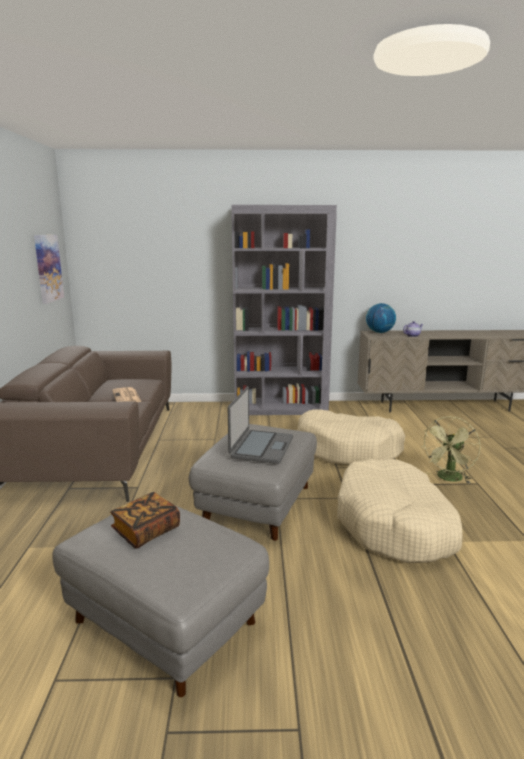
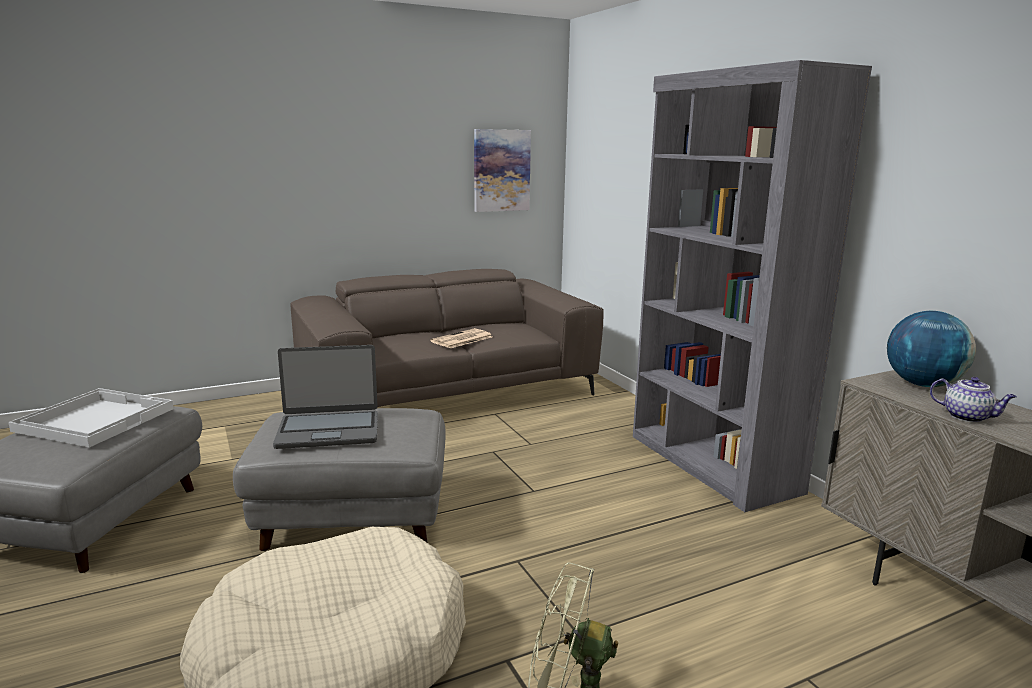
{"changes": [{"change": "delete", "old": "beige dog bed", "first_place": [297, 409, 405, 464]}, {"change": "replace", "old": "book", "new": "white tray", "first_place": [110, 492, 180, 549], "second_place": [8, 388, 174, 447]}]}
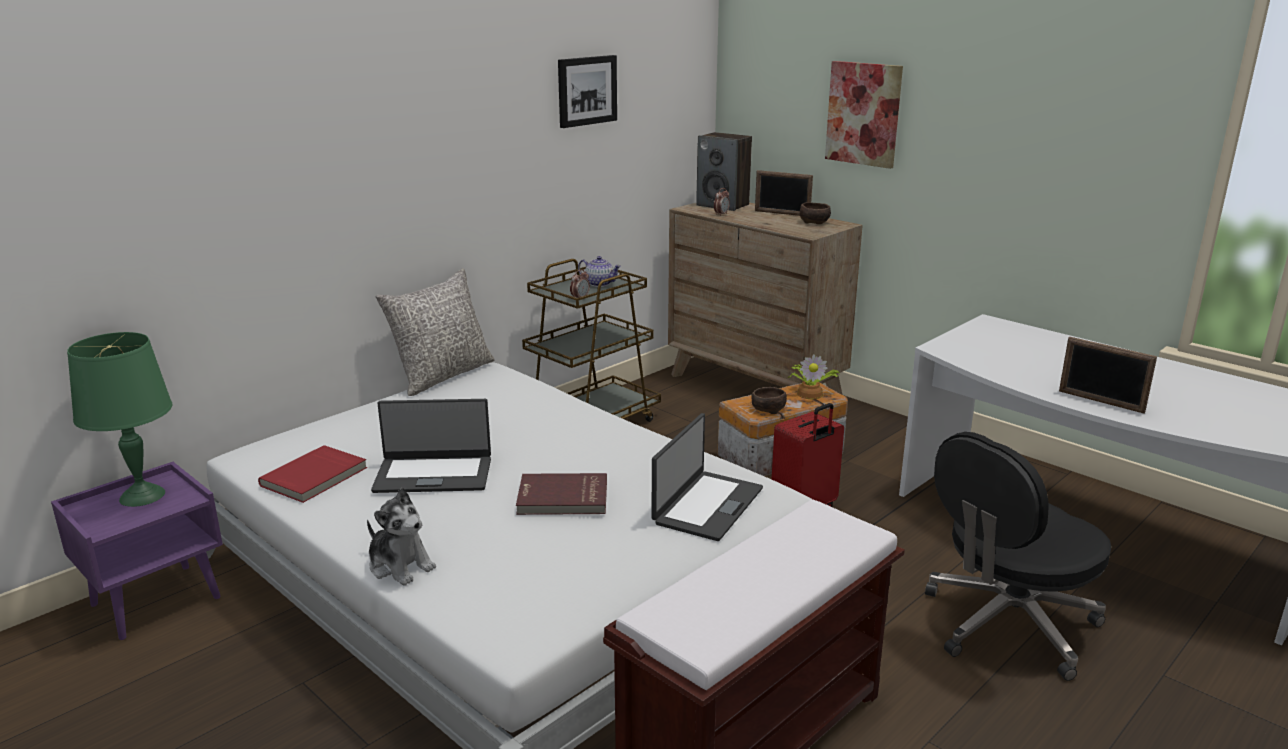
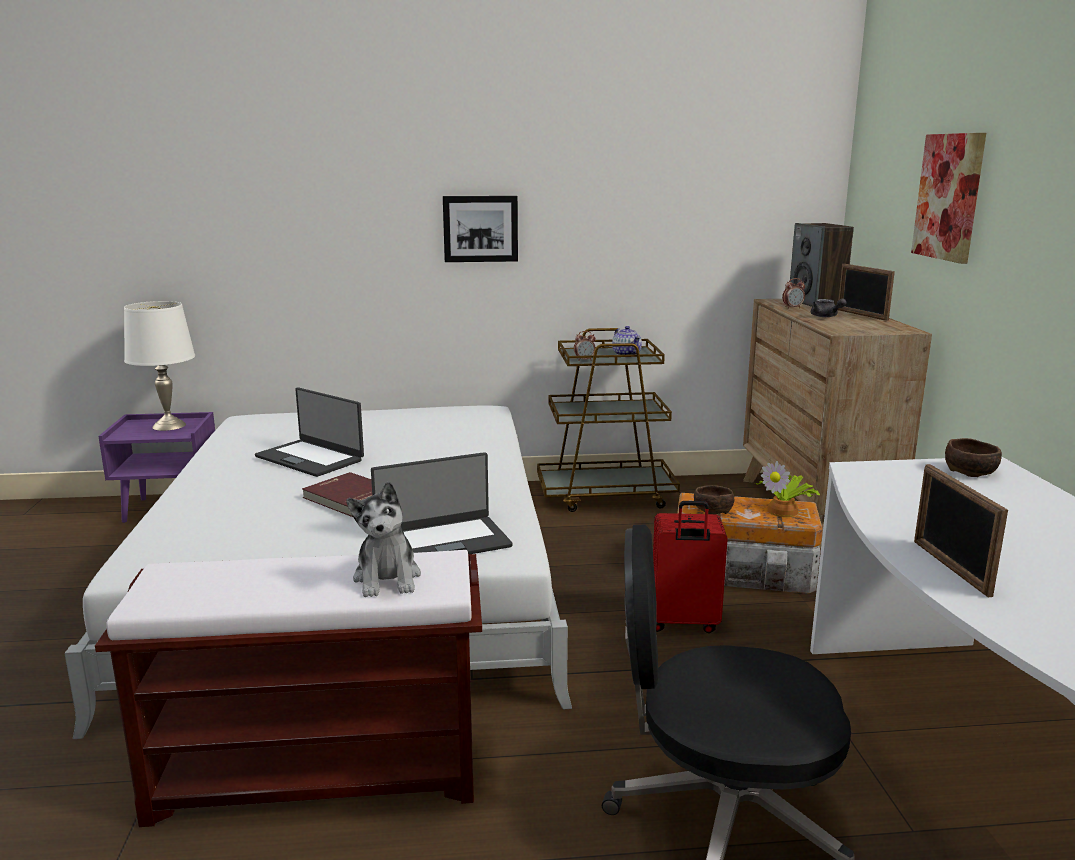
{"changes": [{"change": "move", "old": "picture", "first_place": [558, 55, 617, 128], "second_place": [443, 196, 518, 262]}, {"change": "move", "old": "brown bowl", "first_place": [800, 202, 831, 224], "second_place": [945, 438, 1002, 477]}, {"change": "delete", "old": "grey pillow", "first_place": [376, 268, 495, 396]}, {"change": "recolor", "old": "green table lamp", "new": "white table lamp", "first_place": [67, 332, 172, 507], "second_place": [124, 301, 195, 431]}, {"change": "delete", "old": "red book", "first_place": [258, 445, 367, 503]}, {"change": "move", "old": "plush toy", "first_place": [367, 487, 436, 586], "second_place": [346, 482, 421, 597]}, {"change": "insert", "new": "grey teapot", "second_place": [811, 299, 847, 317]}]}
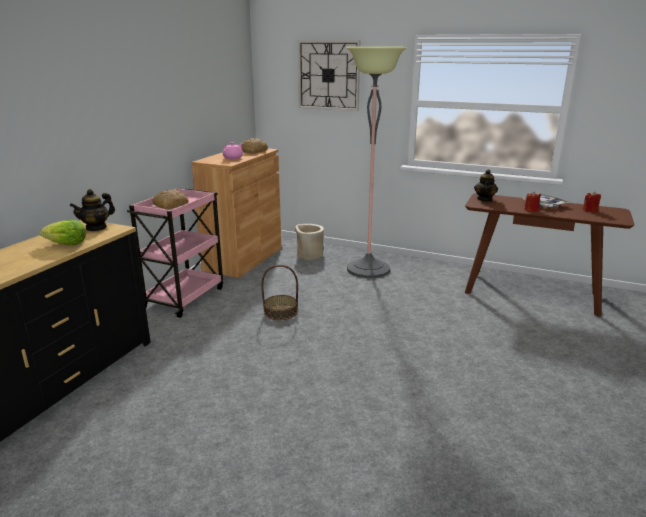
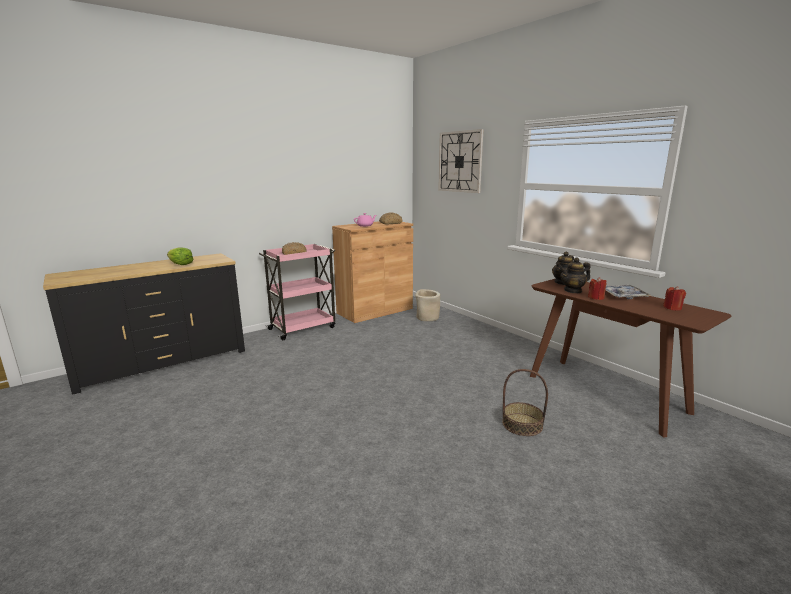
{"changes": [{"change": "delete", "old": "floor lamp", "first_place": [347, 47, 407, 278]}, {"change": "move", "old": "teapot", "first_place": [70, 189, 115, 231], "second_place": [560, 258, 591, 293]}, {"change": "move", "old": "basket", "first_place": [261, 265, 298, 320], "second_place": [502, 369, 548, 436]}]}
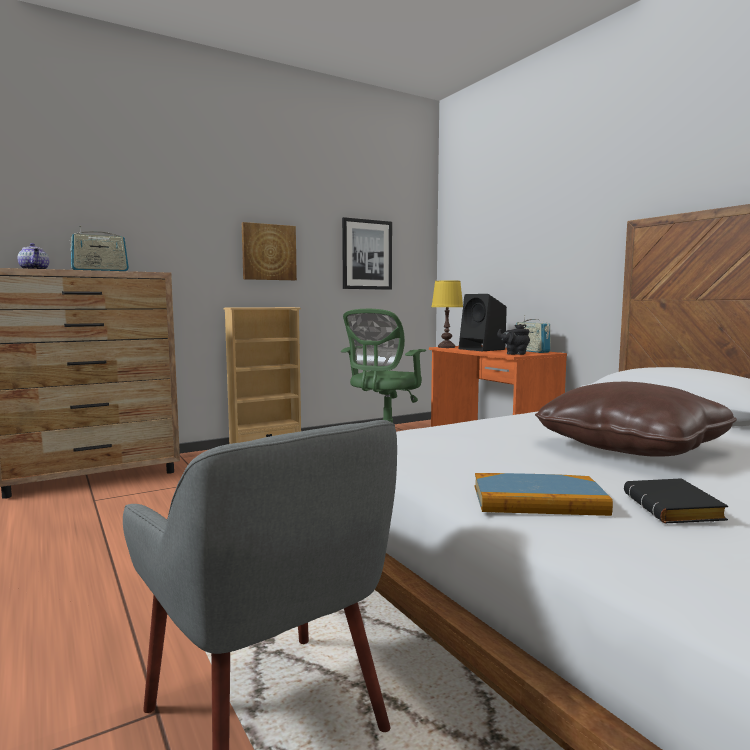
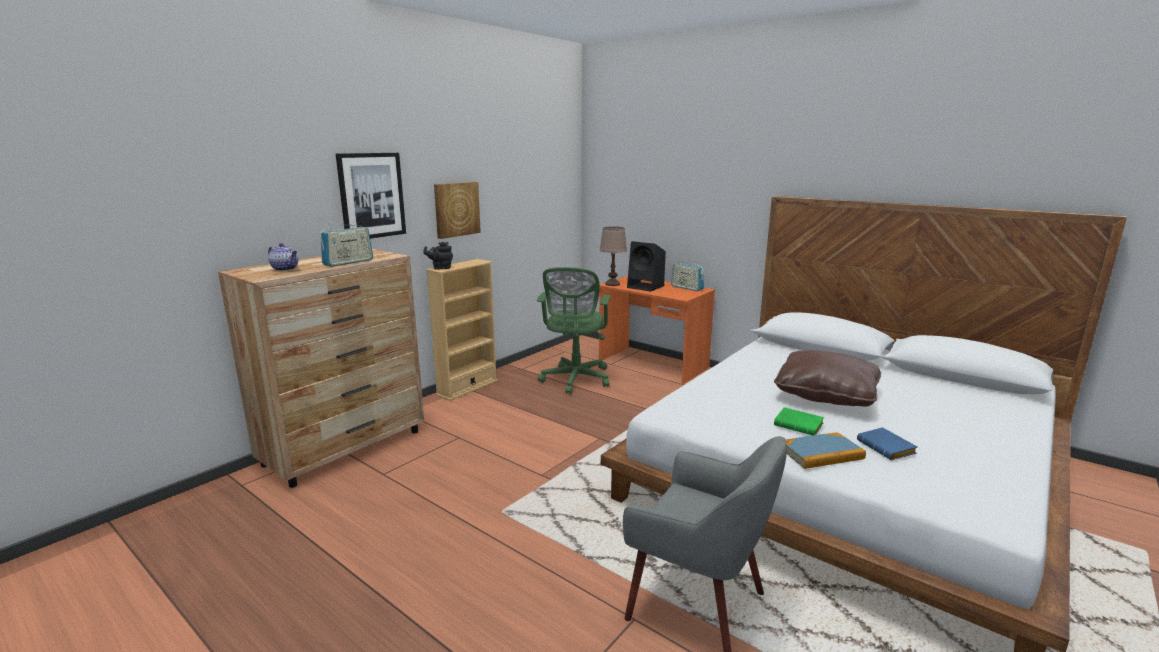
{"changes": [{"change": "move", "old": "picture", "first_place": [342, 217, 392, 290], "second_place": [336, 153, 406, 239]}, {"change": "recolor", "old": "yellow table lamp", "new": "brown table lamp", "first_place": [431, 280, 463, 348], "second_place": [600, 227, 627, 286]}, {"change": "move", "old": "black teapot", "first_place": [497, 324, 530, 355], "second_place": [423, 242, 453, 270]}, {"change": "recolor", "old": "black book", "new": "blue book", "first_place": [624, 478, 728, 523], "second_place": [857, 427, 917, 460]}, {"change": "insert", "new": "green book", "second_place": [774, 407, 824, 435]}]}
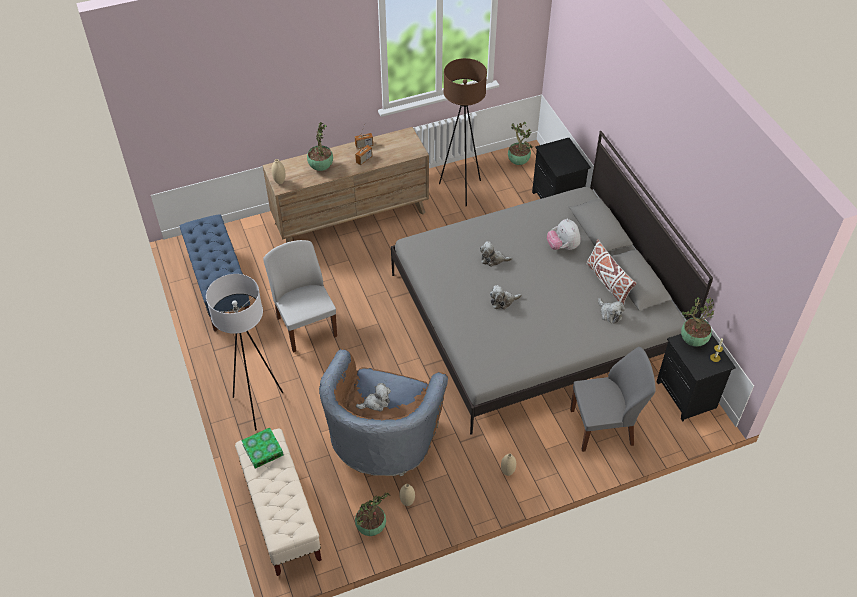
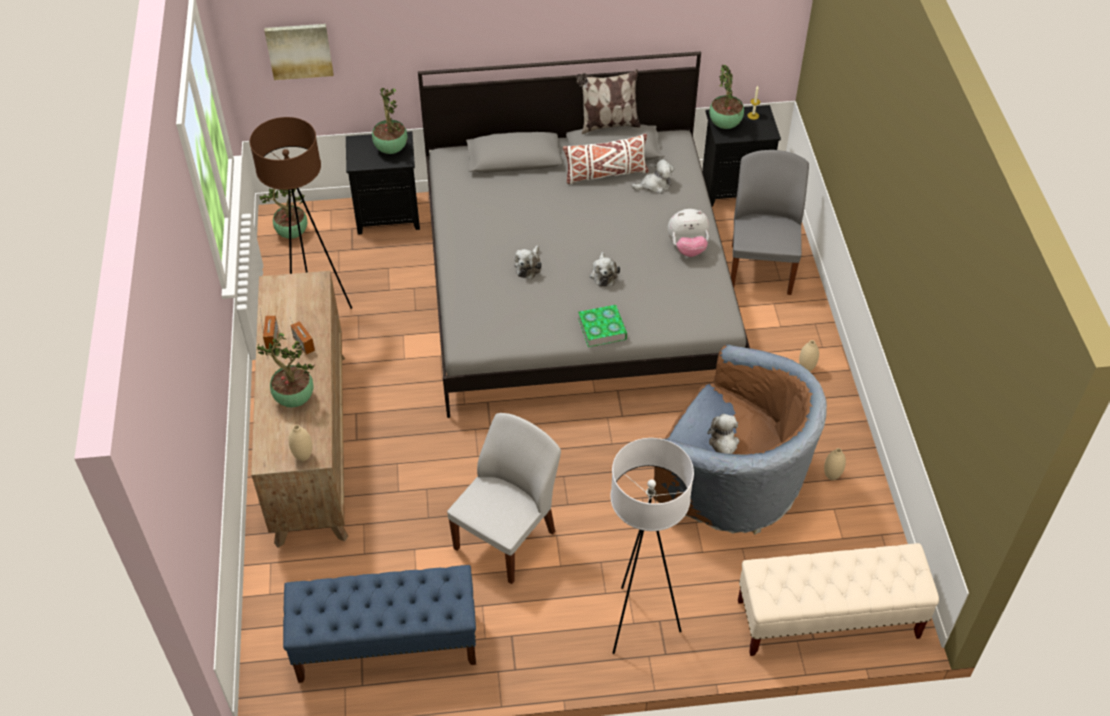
{"changes": [{"change": "move", "old": "plush toy", "first_place": [547, 219, 581, 250], "second_place": [668, 209, 709, 257]}, {"change": "rotate", "old": "white chair", "first_place": [263, 240, 337, 353], "second_place": [447, 413, 561, 584], "degrees": 135}, {"change": "move", "old": "book", "first_place": [241, 428, 284, 468], "second_place": [578, 305, 627, 347]}, {"change": "move", "old": "potted plant", "first_place": [355, 492, 390, 536], "second_place": [372, 88, 407, 154]}, {"change": "insert", "new": "picture", "second_place": [264, 24, 333, 80]}, {"change": "insert", "new": "pillow", "second_place": [576, 69, 641, 134]}]}
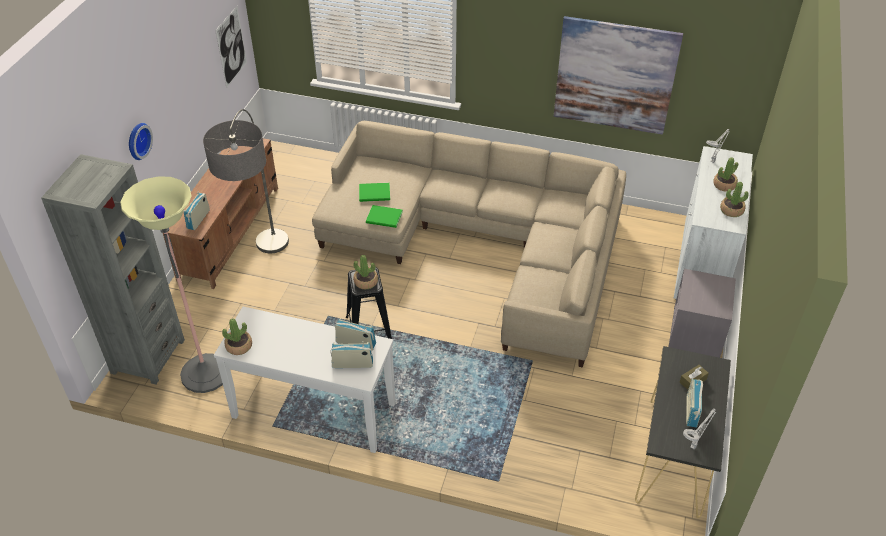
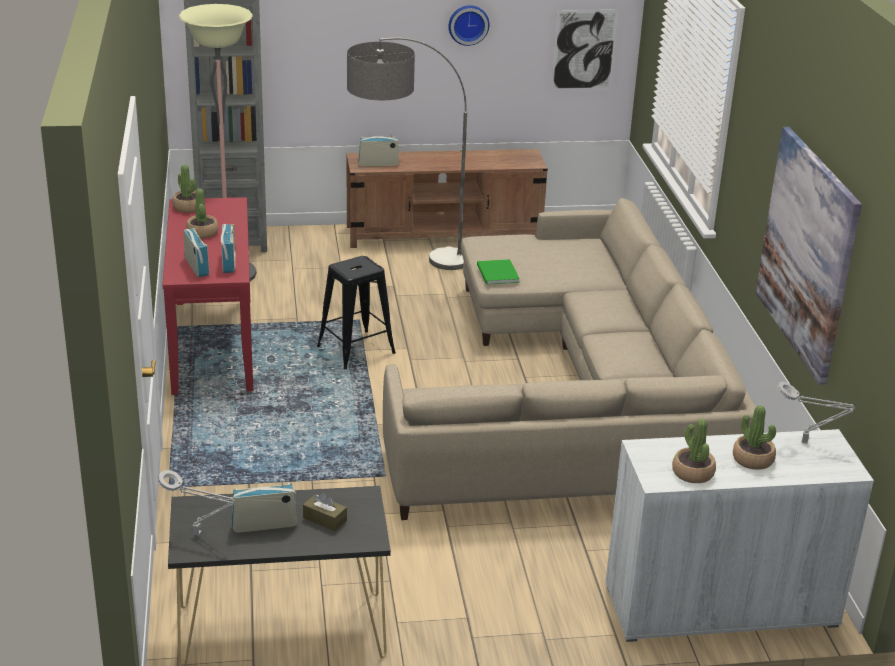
{"changes": [{"change": "move", "old": "wall clock", "first_place": [129, 123, 153, 160], "second_place": [448, 5, 489, 46]}, {"change": "delete", "old": "green book", "first_place": [359, 183, 390, 202]}, {"change": "move", "old": "potted plant", "first_place": [353, 255, 378, 289], "second_place": [186, 188, 219, 238]}, {"change": "delete", "old": "grey nightstand", "first_place": [668, 269, 736, 358]}, {"change": "recolor", "old": "white console table", "new": "red console table", "first_place": [214, 307, 396, 453], "second_place": [163, 197, 253, 395]}]}
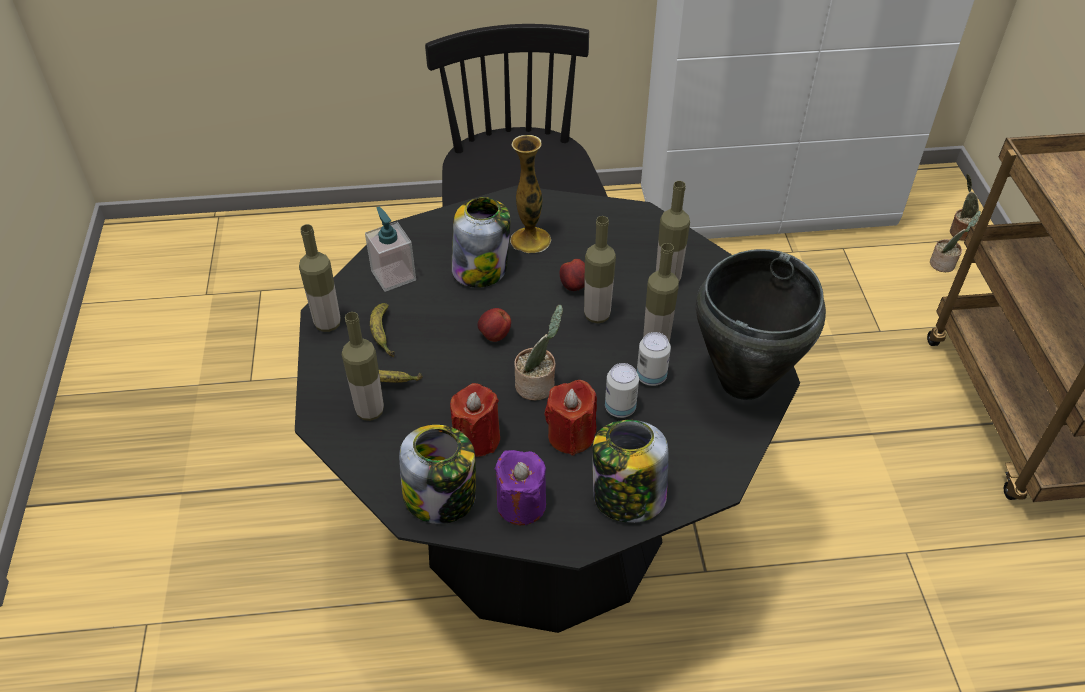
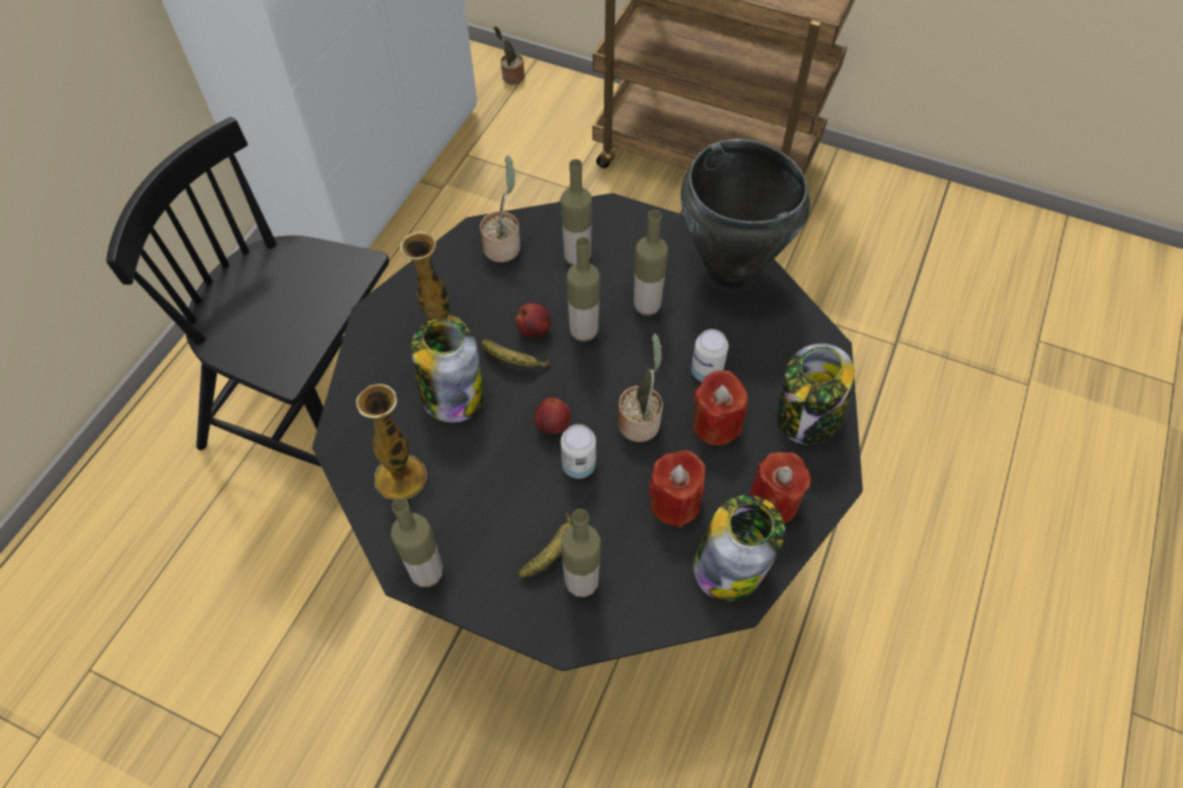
{"changes": [{"change": "replace", "old": "soap dispenser", "new": "vase", "first_place": [365, 207, 416, 292], "second_place": [356, 384, 427, 500]}, {"change": "move", "old": "potted plant", "first_place": [930, 211, 981, 272], "second_place": [480, 156, 520, 262]}, {"change": "move", "old": "banana", "first_place": [370, 303, 395, 357], "second_place": [482, 340, 551, 367]}, {"change": "move", "old": "can", "first_place": [637, 332, 671, 386], "second_place": [561, 424, 596, 478]}, {"change": "recolor", "old": "purple candle", "new": "red candle", "first_place": [495, 450, 546, 525], "second_place": [749, 452, 811, 523]}]}
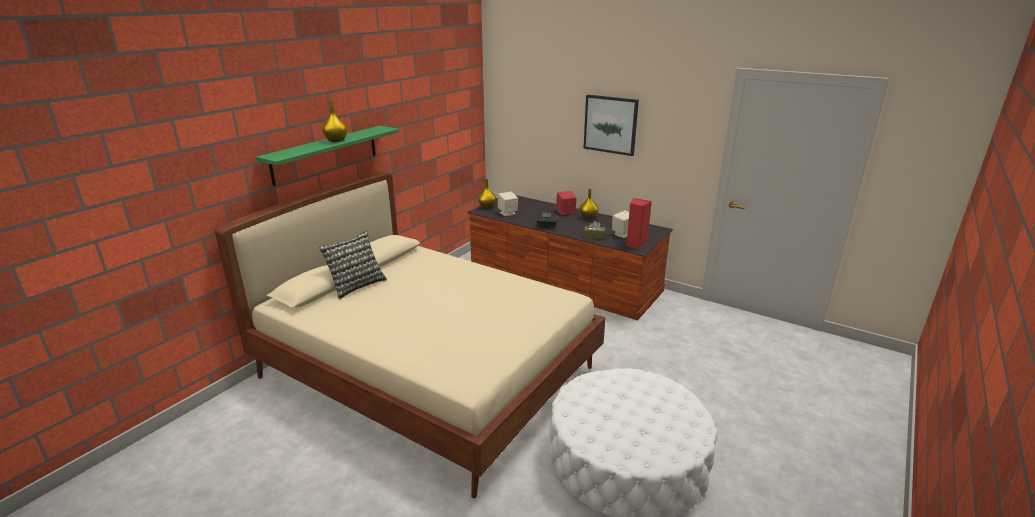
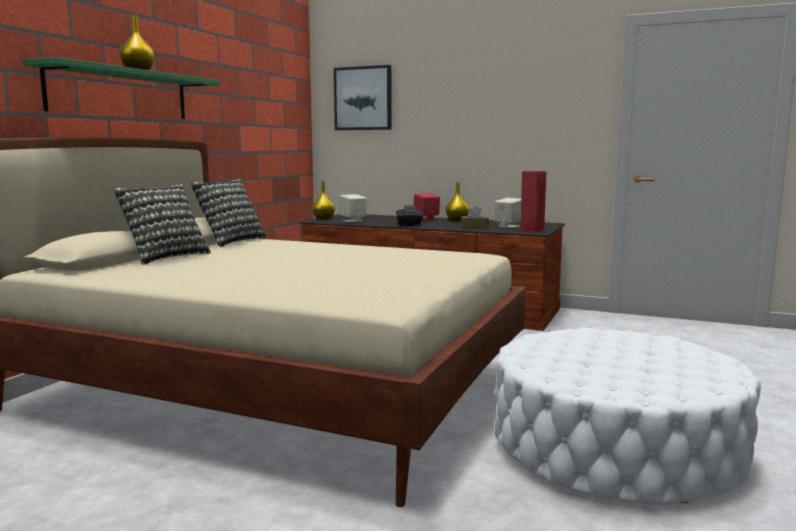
{"changes": [{"change": "move", "old": "picture", "first_place": [583, 95, 639, 156], "second_place": [334, 65, 391, 130]}, {"change": "insert", "new": "pillow", "second_place": [191, 179, 267, 247]}]}
